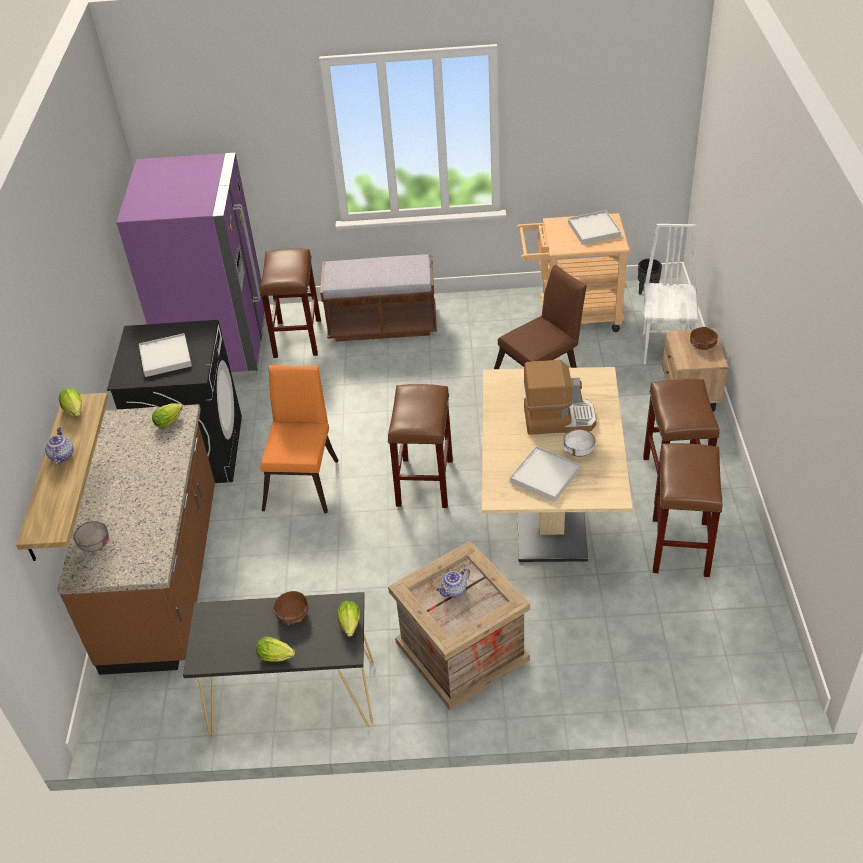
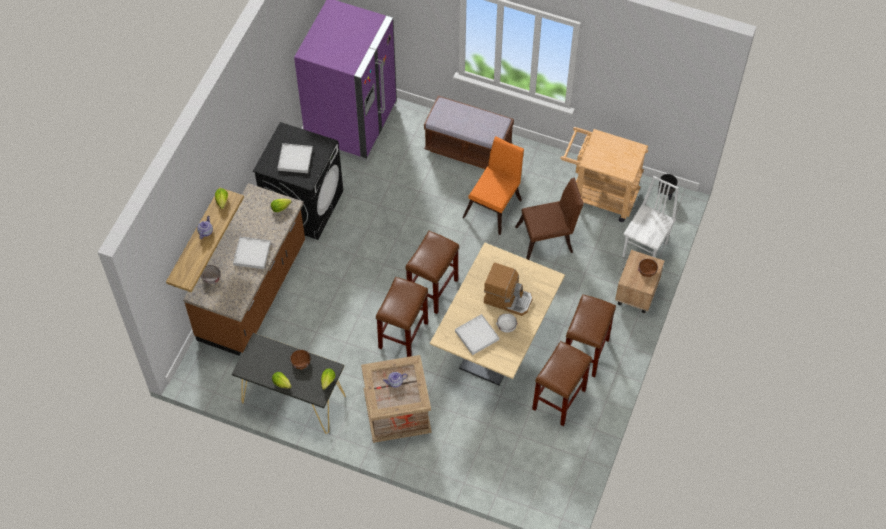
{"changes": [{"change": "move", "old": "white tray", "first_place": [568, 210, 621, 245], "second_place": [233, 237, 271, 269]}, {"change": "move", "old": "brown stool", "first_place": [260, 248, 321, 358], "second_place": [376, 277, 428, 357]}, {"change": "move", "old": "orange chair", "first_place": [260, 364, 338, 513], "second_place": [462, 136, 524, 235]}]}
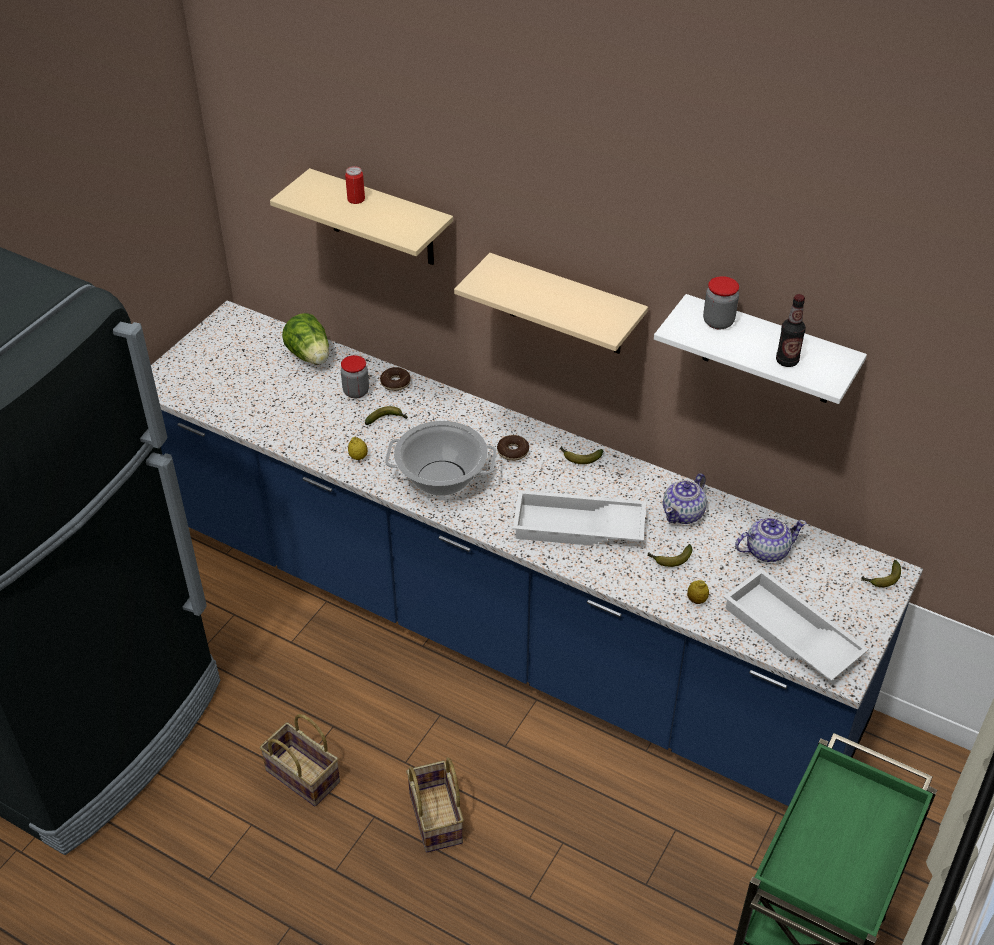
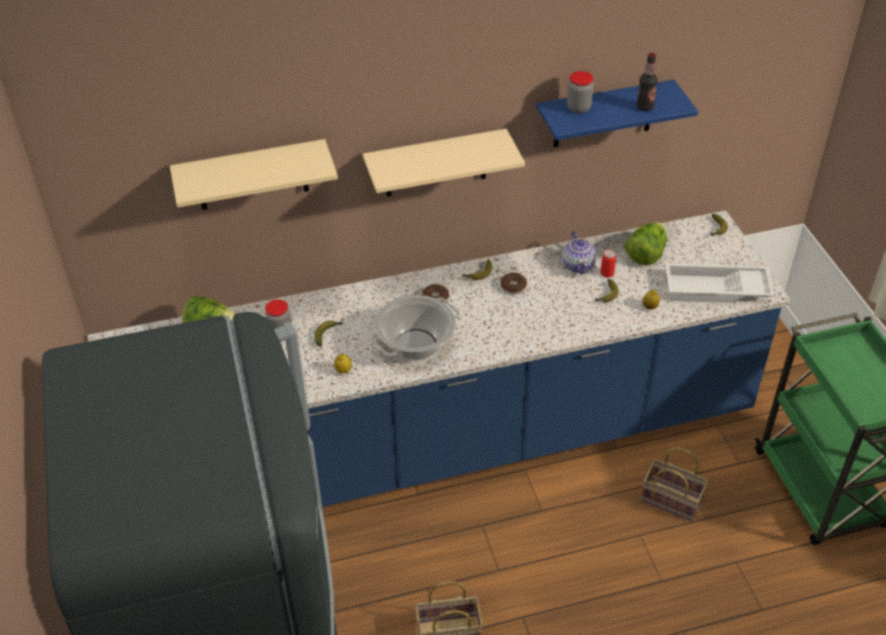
{"changes": [{"change": "move", "old": "can", "first_place": [345, 166, 365, 204], "second_place": [600, 249, 616, 278]}, {"change": "recolor", "old": "white shelf", "new": "blue shelf", "first_place": [654, 294, 867, 404], "second_place": [536, 80, 698, 147]}, {"change": "move", "old": "donut", "first_place": [380, 367, 411, 391], "second_place": [500, 273, 527, 294]}, {"change": "delete", "old": "white tray", "first_place": [513, 490, 646, 546]}, {"change": "replace", "old": "teapot", "new": "lettuce", "first_place": [735, 517, 807, 562], "second_place": [625, 222, 667, 265]}, {"change": "move", "old": "basket", "first_place": [406, 758, 464, 852], "second_place": [641, 448, 709, 521]}]}
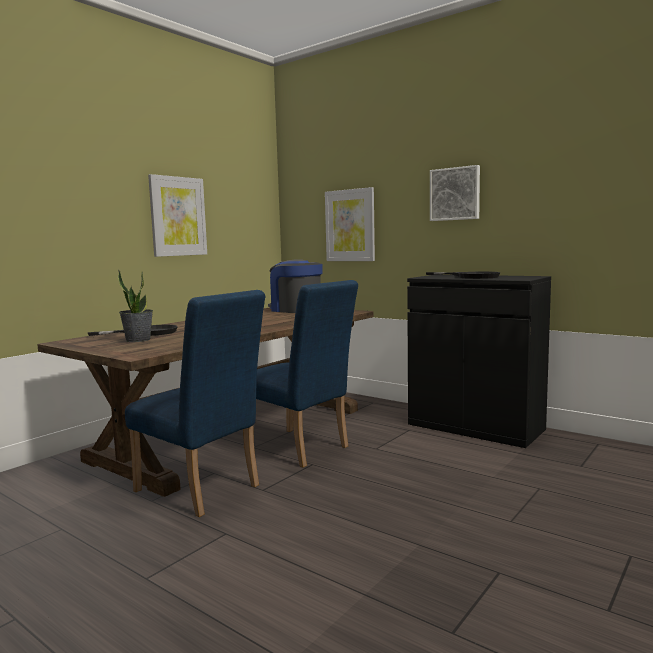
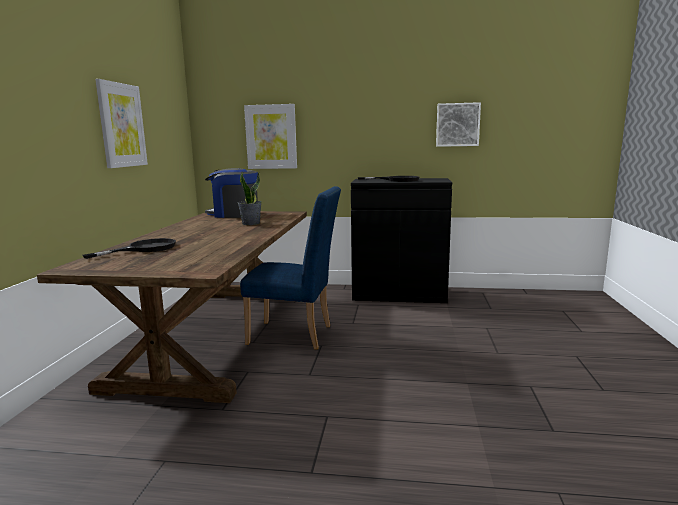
{"changes": [{"change": "move", "old": "picture", "first_place": [430, 165, 480, 221], "second_place": [436, 102, 481, 147]}, {"change": "move", "old": "potted plant", "first_place": [118, 269, 153, 342], "second_place": [238, 172, 262, 225]}, {"change": "delete", "old": "blue chair", "first_place": [125, 290, 265, 517]}]}
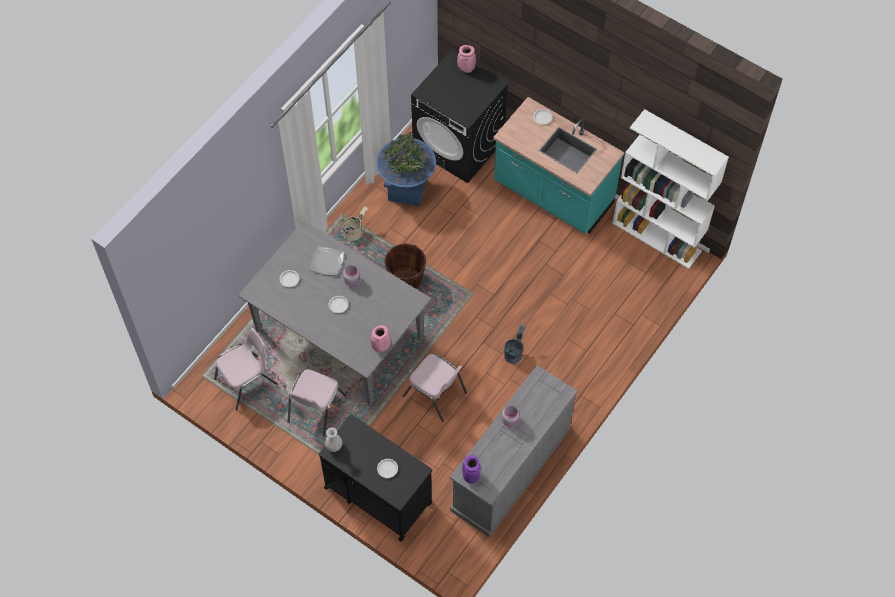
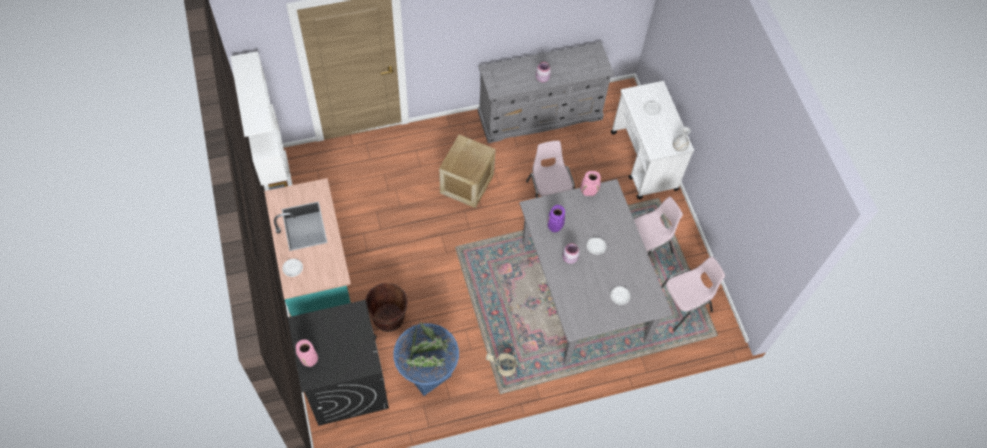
{"changes": [{"change": "move", "old": "brown bucket", "first_place": [385, 243, 426, 289], "second_place": [365, 283, 408, 332]}, {"change": "delete", "old": "plate", "first_place": [310, 246, 344, 275]}, {"change": "replace", "old": "grey bucket", "new": "crate", "first_place": [504, 324, 526, 364], "second_place": [439, 135, 496, 208]}, {"change": "rotate", "old": "pink chair", "first_place": [214, 328, 278, 411], "second_place": [661, 256, 725, 331], "degrees": 150}, {"change": "recolor", "old": "black cart", "new": "white cart", "first_place": [319, 415, 432, 542], "second_place": [611, 81, 694, 199]}, {"change": "move", "old": "purple vase", "first_place": [462, 455, 481, 484], "second_place": [547, 205, 565, 232]}]}
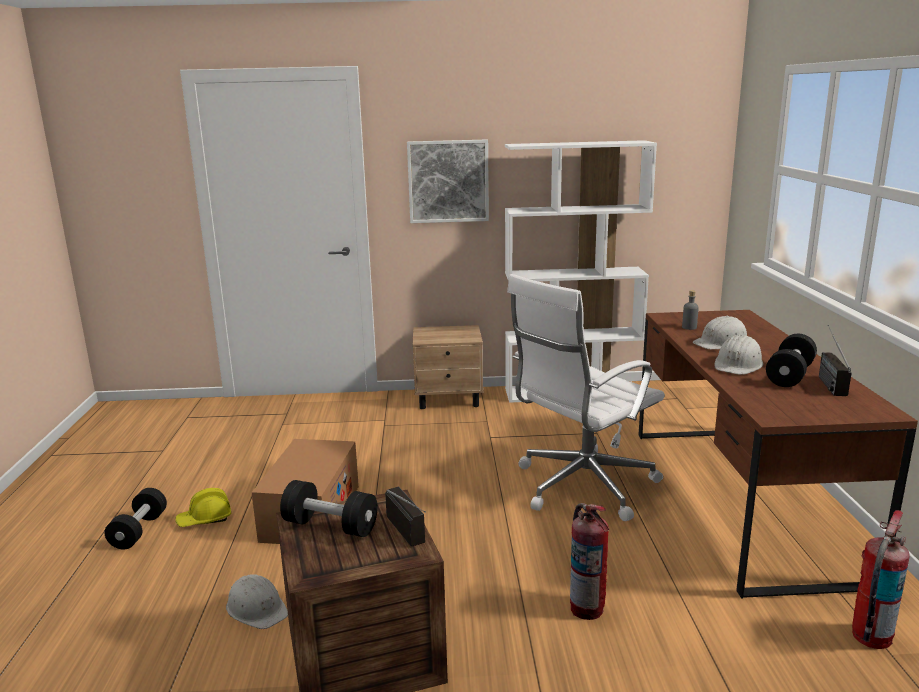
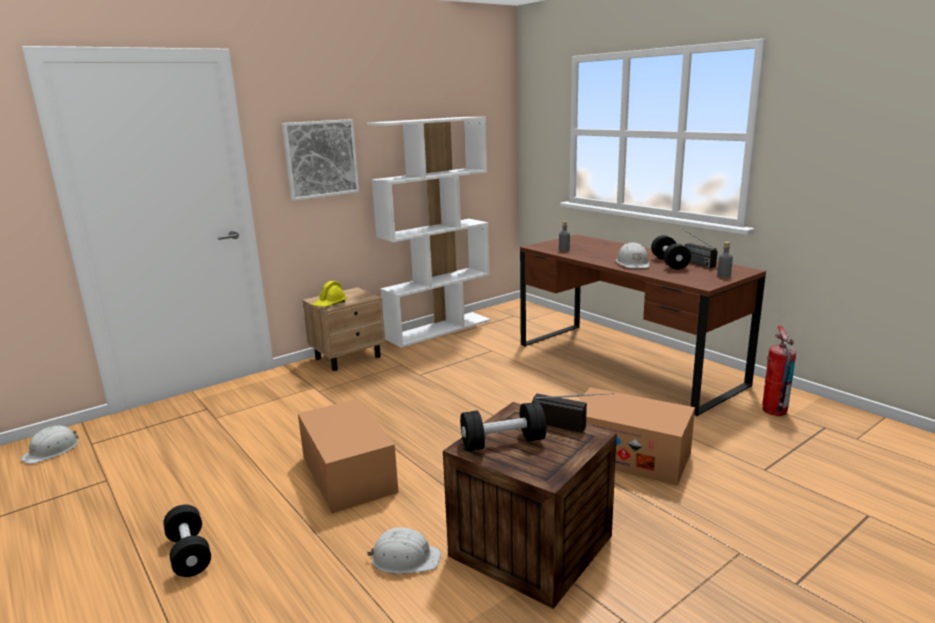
{"changes": [{"change": "delete", "old": "white office chair", "first_place": [507, 274, 665, 521]}, {"change": "move", "old": "white hard hat", "first_place": [693, 316, 747, 349], "second_place": [20, 426, 79, 464]}, {"change": "move", "old": "yellow hard hat", "first_place": [175, 488, 231, 527], "second_place": [312, 281, 347, 307]}, {"change": "replace", "old": "fire extinguisher", "new": "cardboard box", "first_place": [570, 503, 609, 620], "second_place": [579, 387, 695, 486]}, {"change": "insert", "new": "grey bottle", "second_place": [717, 242, 733, 278]}]}
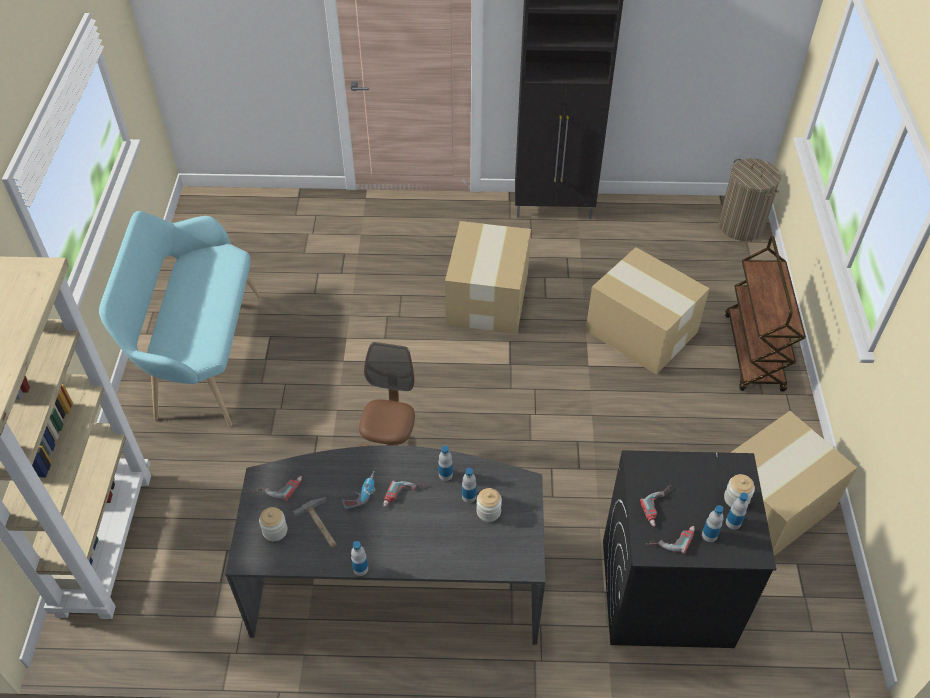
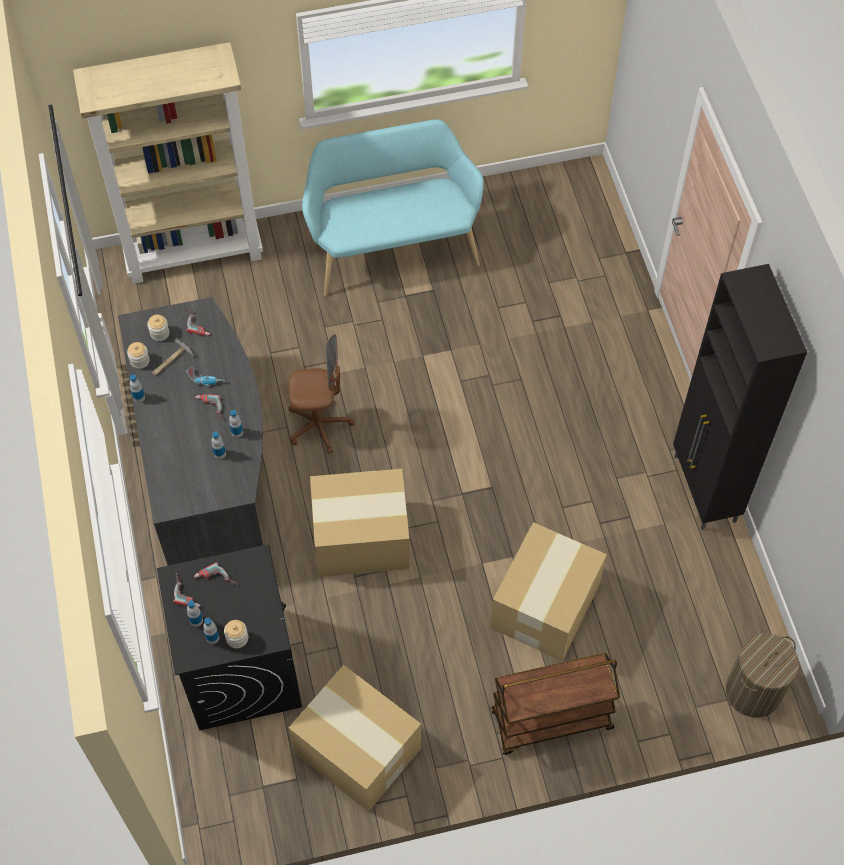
{"changes": [{"change": "move", "old": "cardboard box", "first_place": [445, 221, 531, 334], "second_place": [310, 469, 410, 577]}, {"change": "move", "old": "jar", "first_place": [476, 488, 502, 522], "second_place": [127, 342, 150, 369]}]}
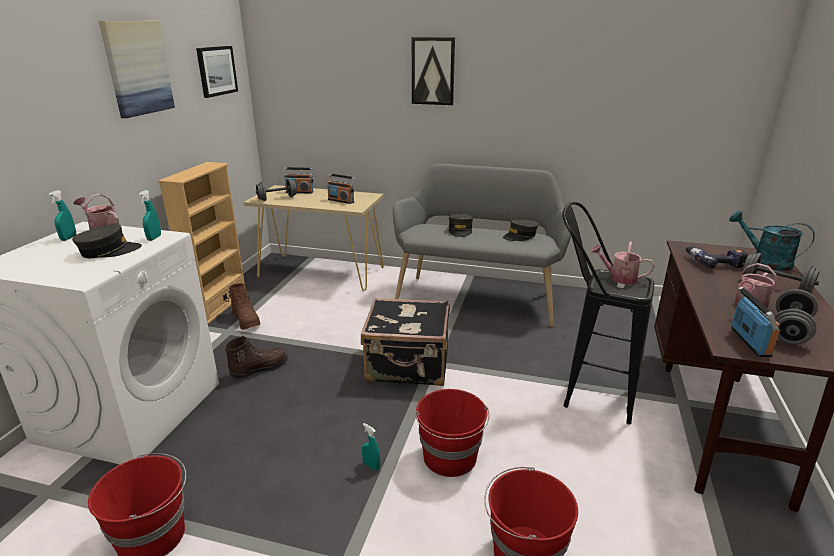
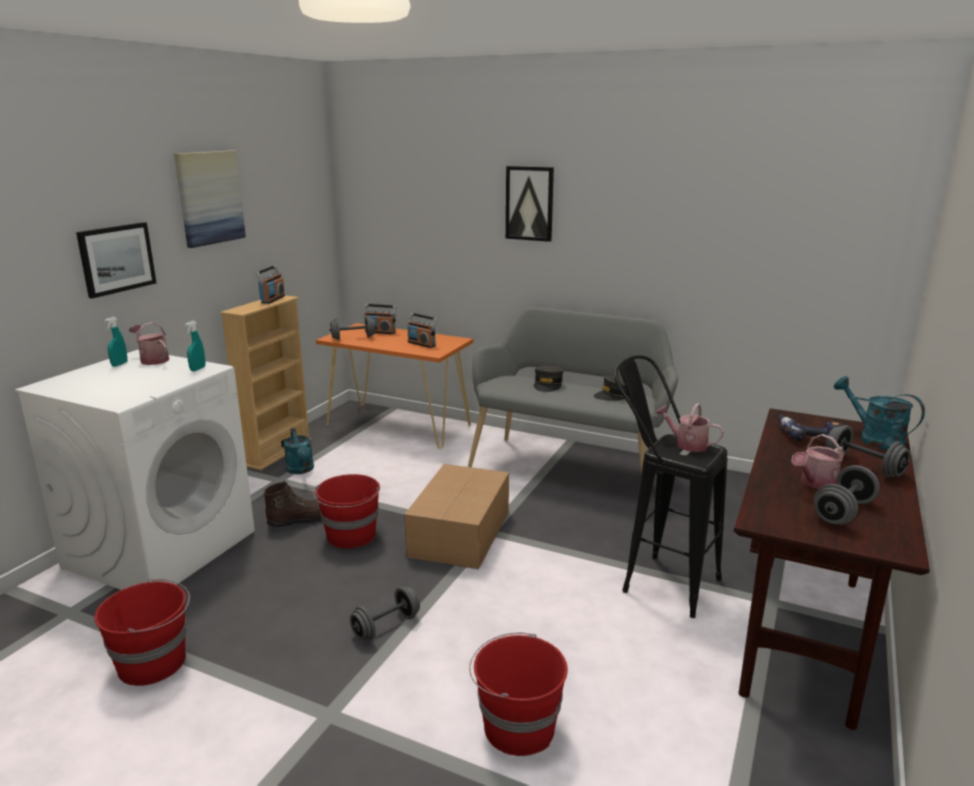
{"changes": [{"change": "move", "old": "picture", "first_place": [196, 46, 238, 98], "second_place": [76, 222, 156, 298]}, {"change": "recolor", "old": "beige console table", "new": "orange console table", "first_place": [244, 185, 384, 291], "second_place": [316, 323, 473, 449]}, {"change": "delete", "old": "grey cap", "first_place": [72, 224, 142, 258]}, {"change": "replace", "old": "brown boot", "new": "turquoise watering can", "first_place": [228, 283, 261, 330], "second_place": [283, 428, 314, 474]}, {"change": "move", "old": "radio", "first_place": [731, 287, 780, 357], "second_place": [255, 265, 285, 304]}, {"change": "replace", "old": "black suitcase", "new": "cardboard box", "first_place": [361, 298, 450, 386], "second_place": [404, 464, 509, 569]}, {"change": "move", "old": "red bucket", "first_place": [415, 389, 490, 477], "second_place": [314, 474, 380, 549]}, {"change": "replace", "old": "turquoise spray bottle", "new": "grey dumbbell", "first_place": [362, 423, 380, 471], "second_place": [350, 587, 420, 640]}]}
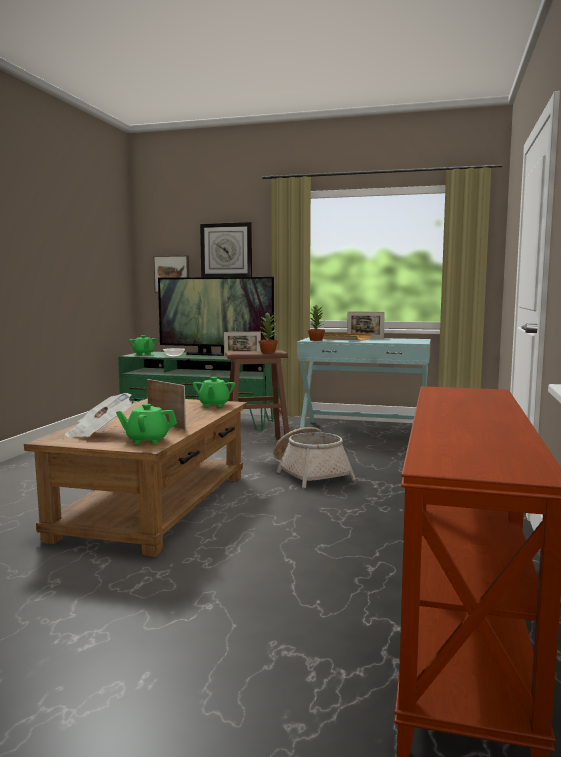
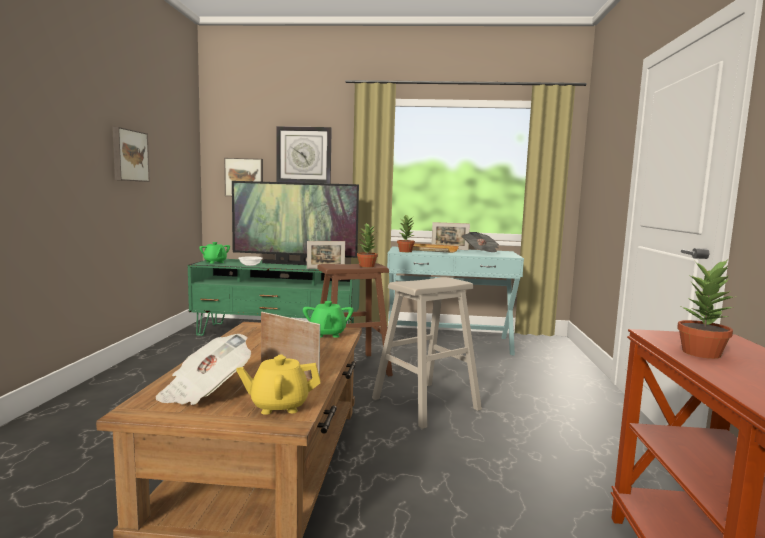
{"changes": [{"change": "recolor", "old": "green teapot", "new": "yellow teapot", "first_place": [116, 404, 177, 444], "second_place": [236, 354, 321, 415]}, {"change": "replace", "old": "basket", "new": "beige stool", "first_place": [273, 427, 356, 488], "second_place": [372, 277, 482, 429]}, {"change": "insert", "new": "picture", "second_place": [112, 127, 150, 182]}, {"change": "insert", "new": "newspaper", "second_place": [462, 232, 499, 252]}, {"change": "insert", "new": "potted plant", "second_place": [677, 259, 736, 359]}]}
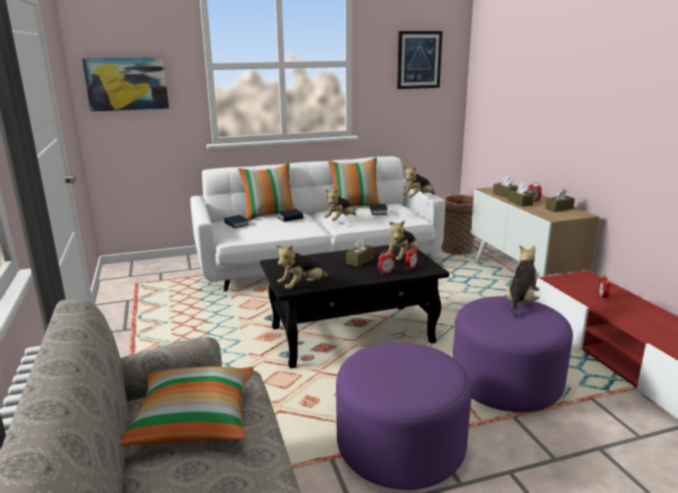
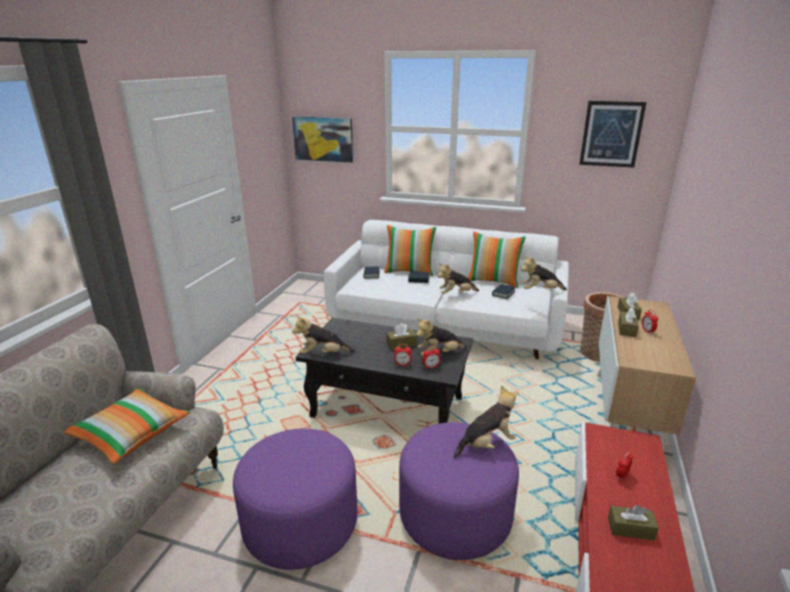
{"changes": [{"change": "move", "old": "brown tissue box", "first_place": [545, 188, 575, 212], "second_place": [608, 505, 659, 541]}]}
